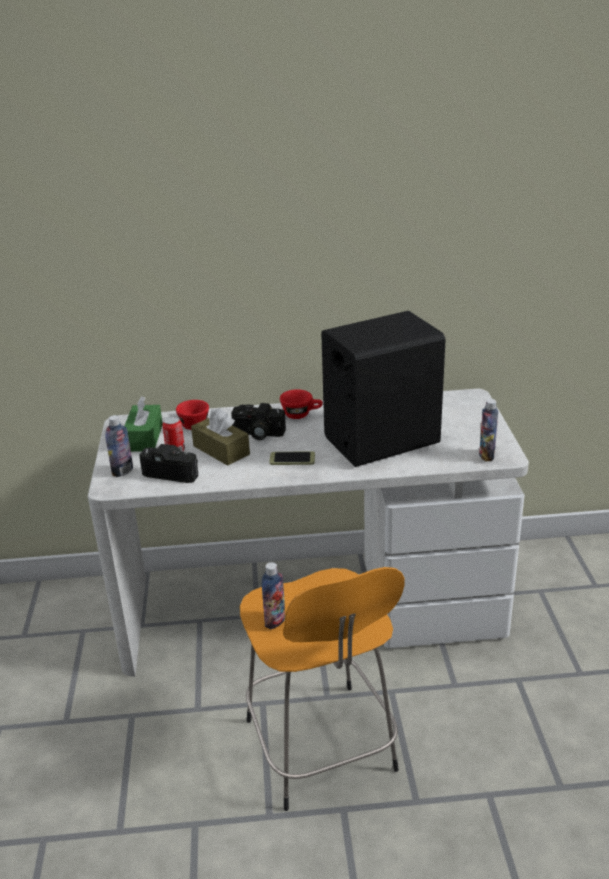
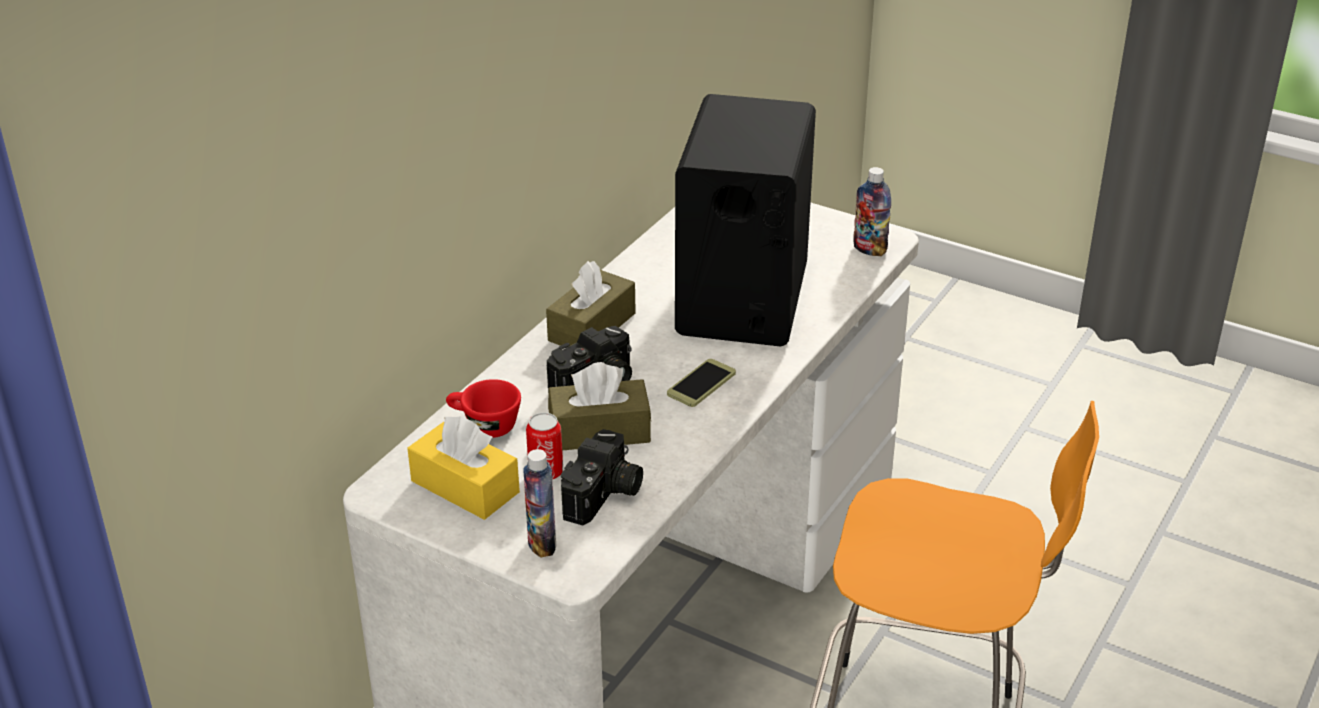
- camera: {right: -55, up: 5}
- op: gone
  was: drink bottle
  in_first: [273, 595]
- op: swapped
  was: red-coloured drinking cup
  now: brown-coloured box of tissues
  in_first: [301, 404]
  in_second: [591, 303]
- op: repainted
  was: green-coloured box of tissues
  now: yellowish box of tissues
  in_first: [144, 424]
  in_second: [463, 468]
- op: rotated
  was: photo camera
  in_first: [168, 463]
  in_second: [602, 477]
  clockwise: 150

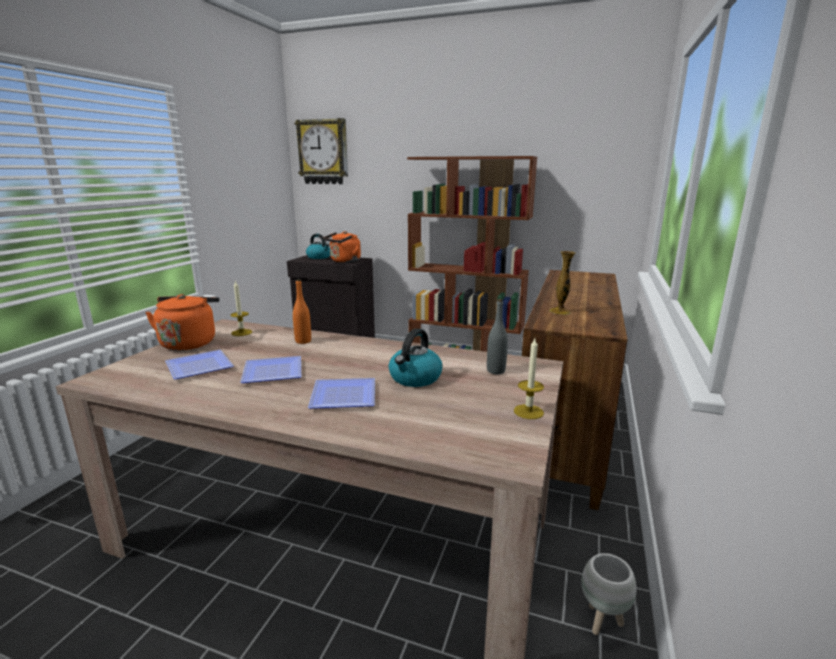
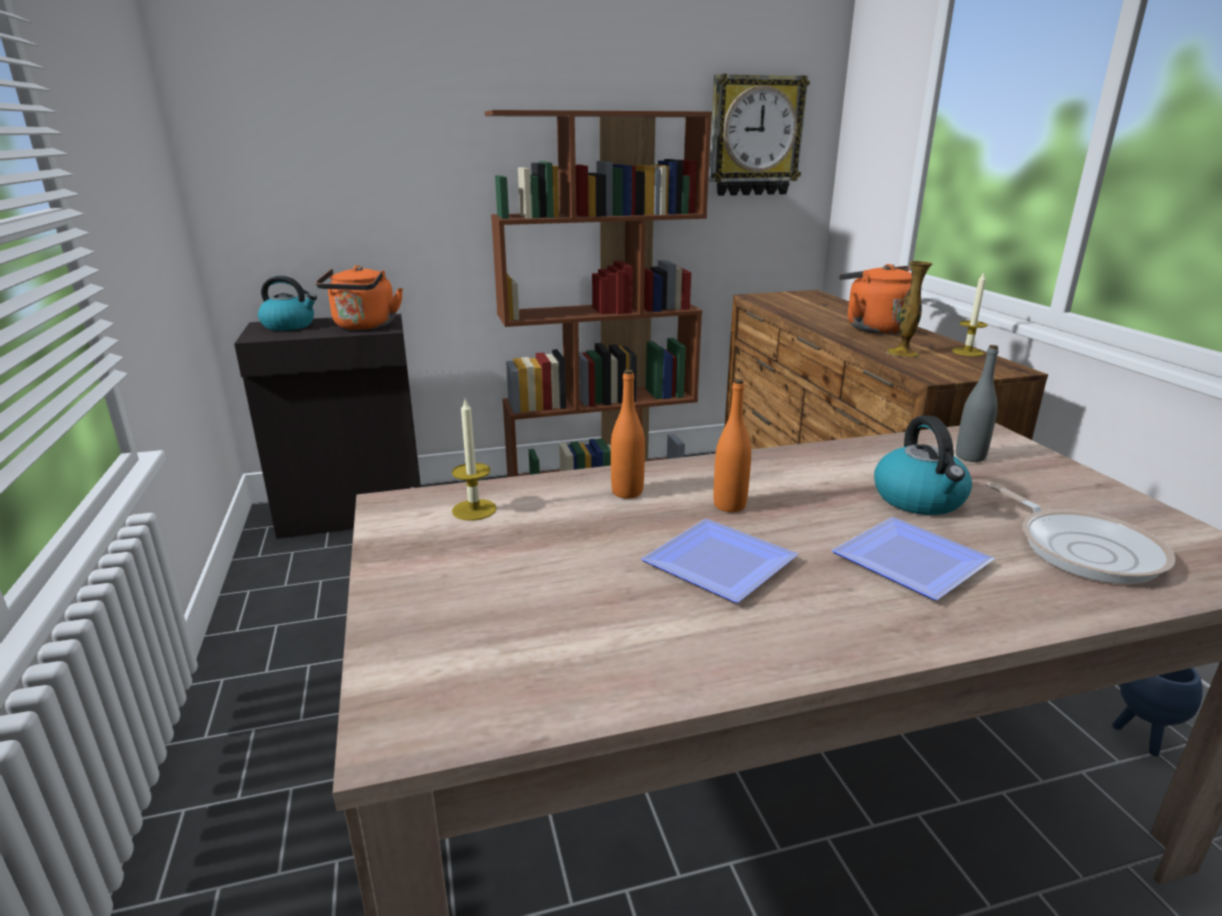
- camera: {right: -35, up: 5}
- op: gone
  was: dinner plate
  in_first: [199, 364]
- op: new
  now: orangey drink bottle
  in_second: [732, 445]
- op: new
  now: skillet
  in_second: [1080, 533]
- op: shifted
  was: orangey kettle
  in_first: [182, 322]
  in_second: [875, 299]
- op: shifted
  was: wall clock
  in_first: [321, 151]
  in_second: [759, 135]
- op: shifted
  was: wax candle
  in_first: [529, 378]
  in_second: [969, 314]
- op: repainted
  was: white plant pot
  now: blue-coloured plant pot
  in_first: [608, 594]
  in_second: [1157, 712]

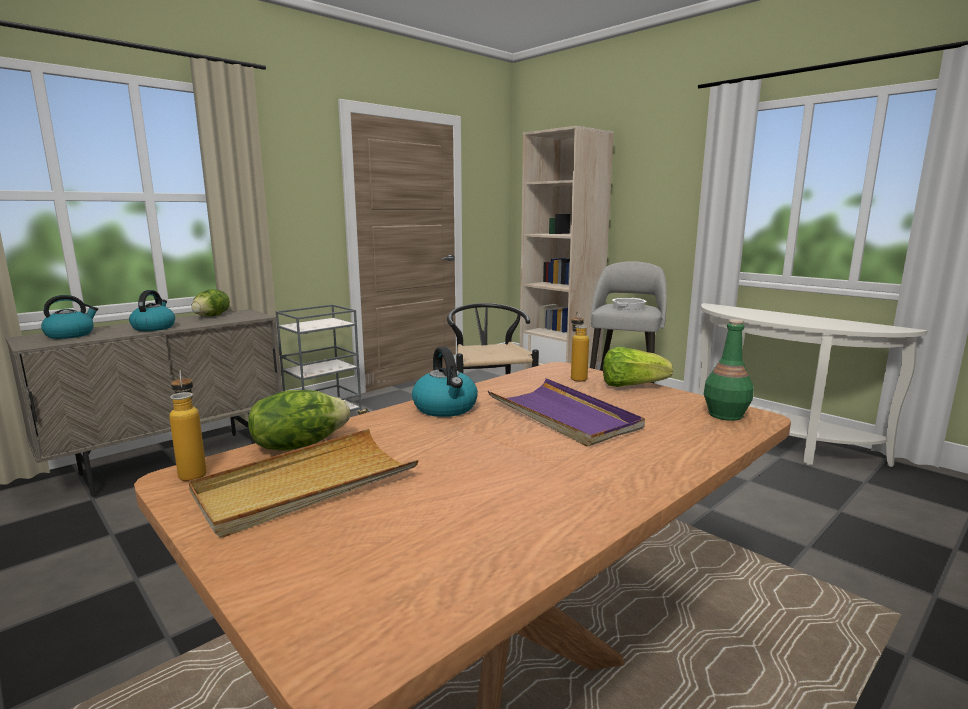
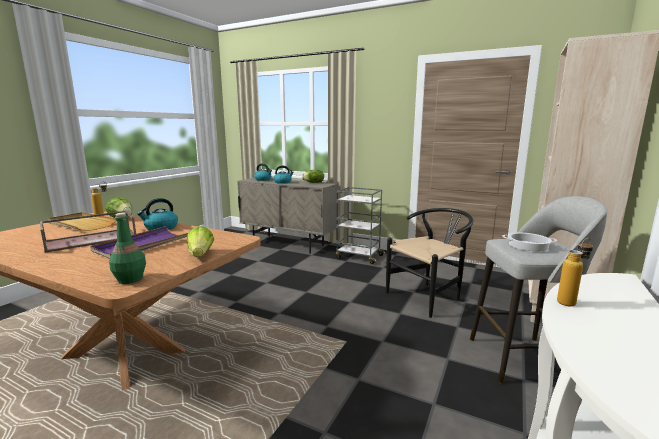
- camera: {right: 70, up: 0}
- op: new
  now: brown-coloured carrying tray
  in_second: [88, 232]
- op: shifted
  was: drink bottle
  in_first: [580, 346]
  in_second: [575, 272]

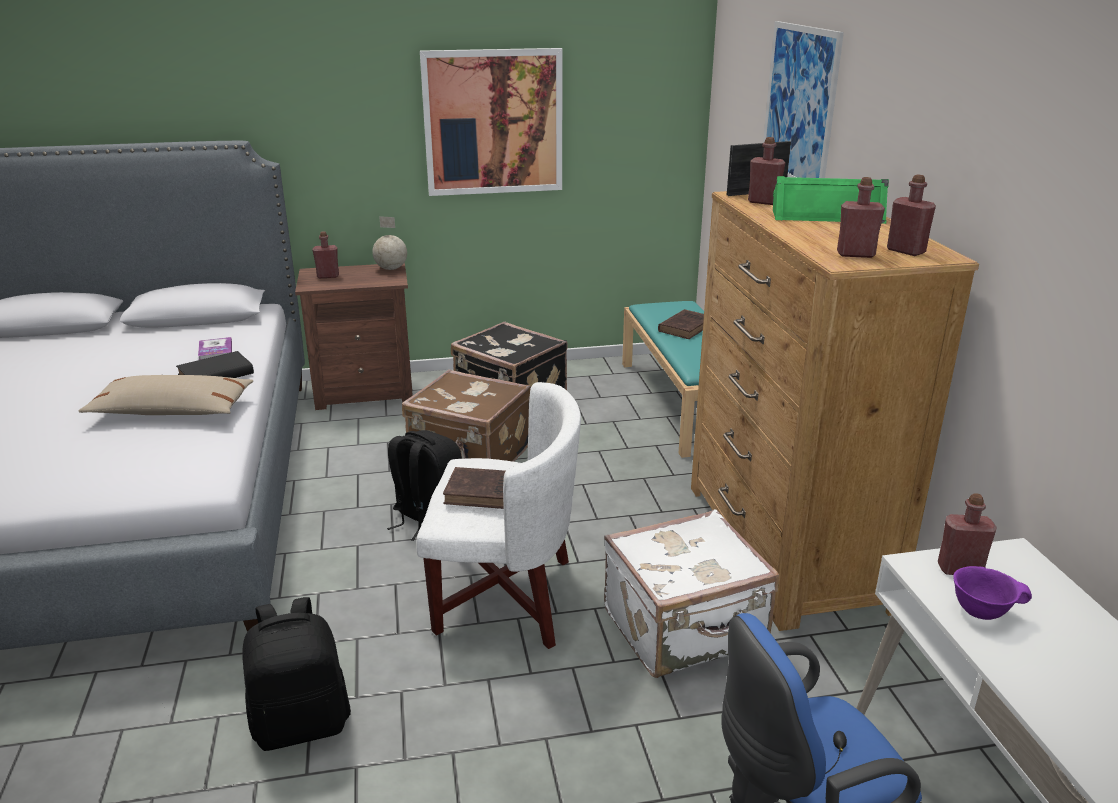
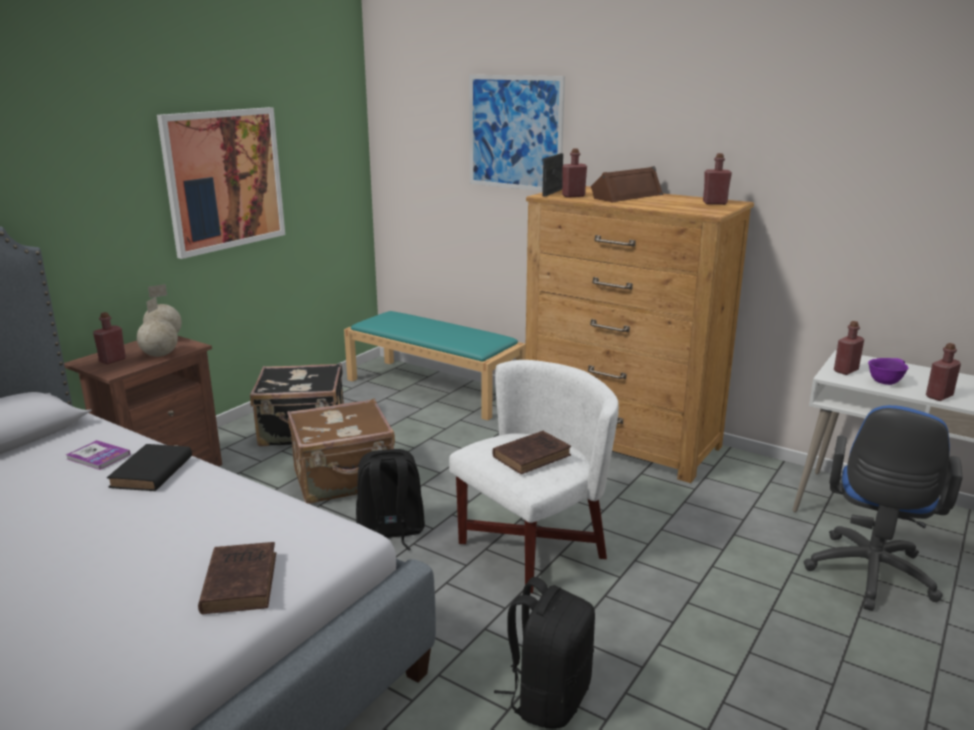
- camera: {right: -45, up: -5}
- op: gone
  was: beige pillow
  in_first: [166, 395]
- op: gone
  was: white piece of luggage
  in_first: [691, 593]
- op: new
  now: globe
  in_second: [157, 327]
- op: shifted
  was: brown-coloured bound book
  in_first: [681, 324]
  in_second: [237, 578]
- op: shifted
  was: red-coloured drink bottle
  in_first: [861, 217]
  in_second: [943, 372]
- op: repainted
  was: green-coloured speaker
  now: brown-coloured speaker
  in_first: [831, 200]
  in_second: [627, 184]

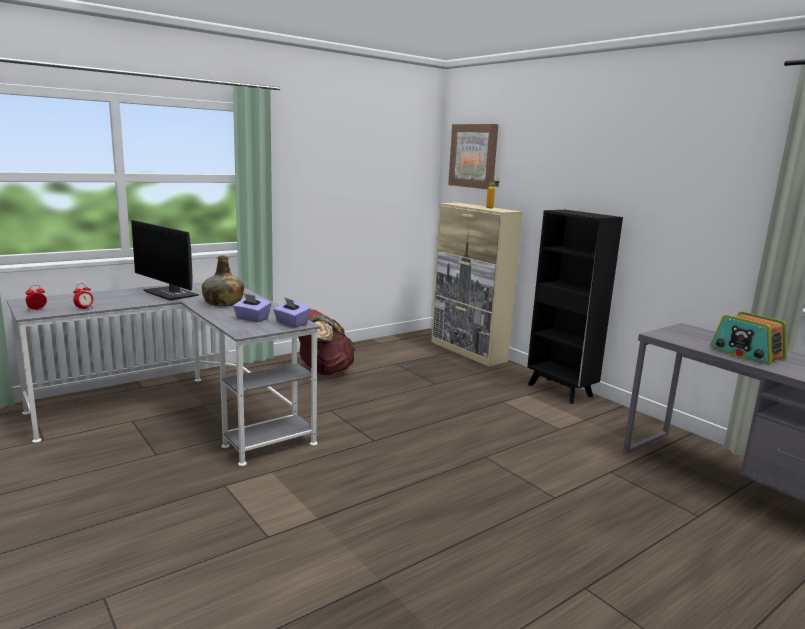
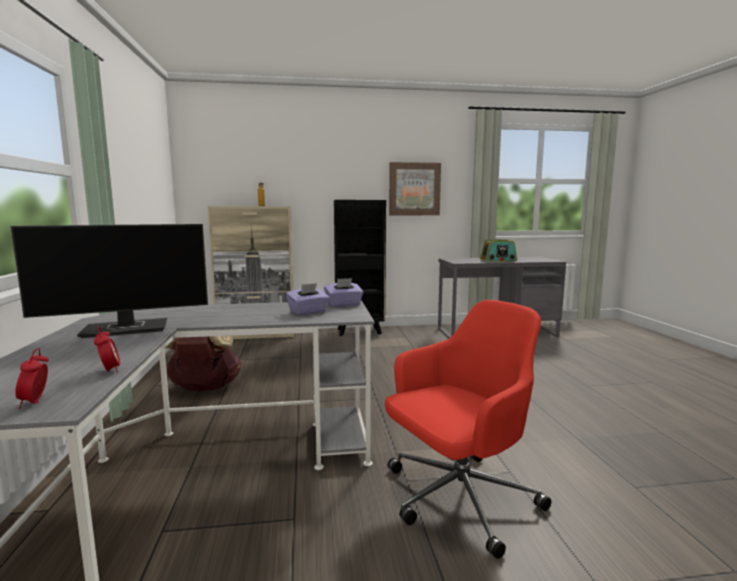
- camera: {right: -60, up: -5}
- op: gone
  was: green-coloured drink bottle
  in_first: [223, 280]
- op: new
  now: red-coloured office chair
  in_second: [468, 429]
- op: shifted
  was: picture
  in_first: [473, 156]
  in_second: [415, 188]

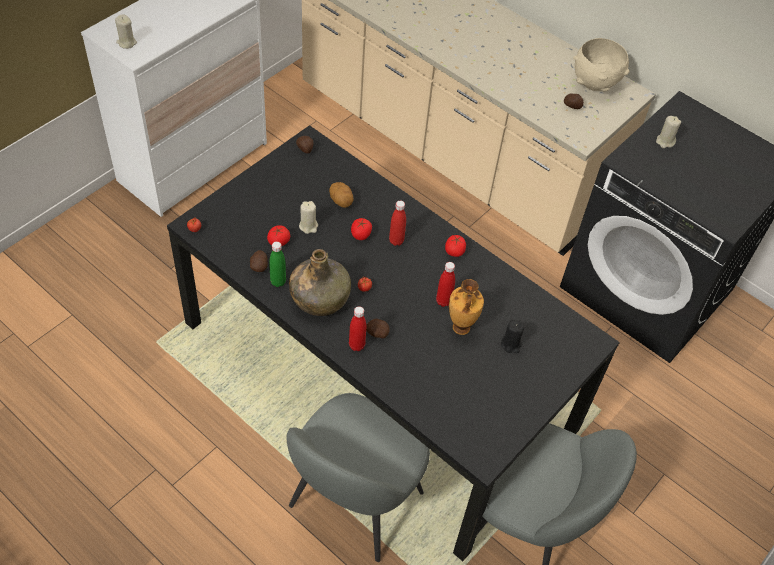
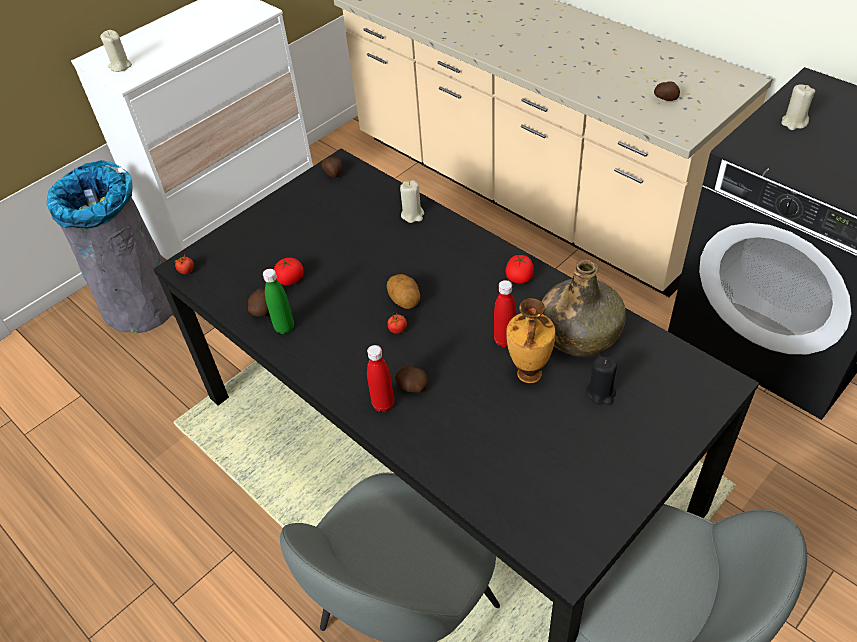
- camera: {right: 10, up: -5}
- op: gone
  was: whole tomato
  in_first: [361, 229]
- op: gone
  was: red-coloured drink bottle
  in_first: [397, 223]
- op: gone
  was: beige bowl
  in_first: [601, 64]
- op: new
  now: greyish waste bin
  in_second: [109, 246]
- op: shifted
  was: green-coloured drink bottle
  in_first: [320, 282]
  in_second: [584, 308]
- op: shifted
  was: beige wax candle
  in_first: [308, 217]
  in_second: [412, 201]
- op: shifted
  was: potato
  in_first: [341, 195]
  in_second: [403, 291]

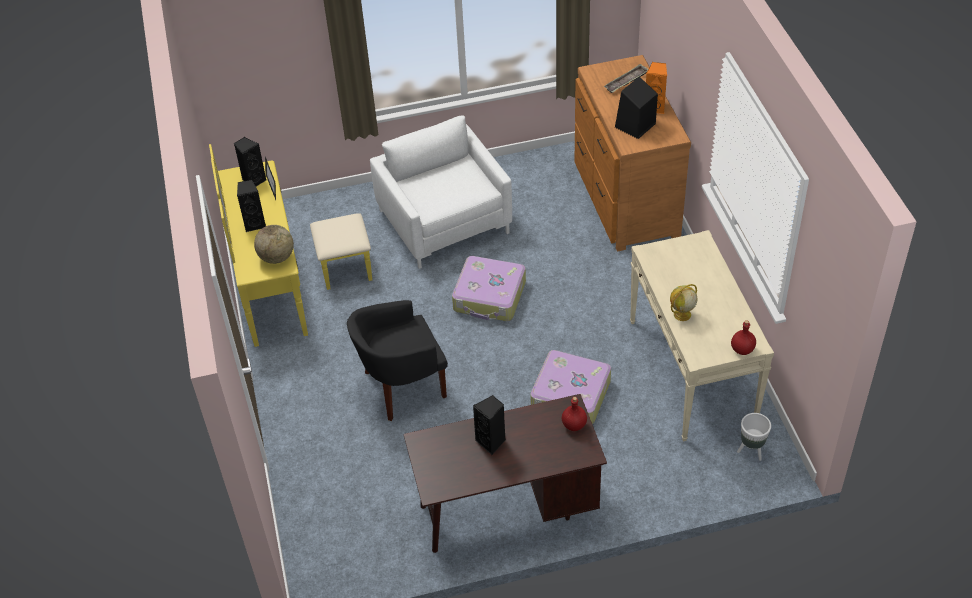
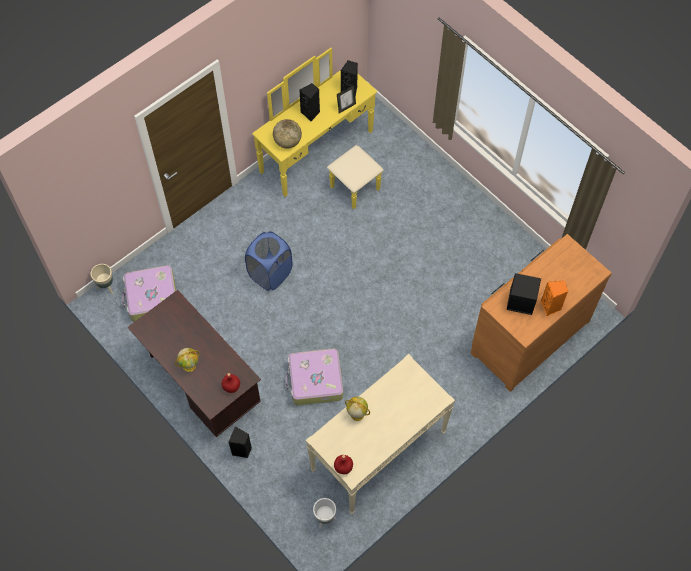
- camera: {right: 60, up: 15}
- op: gone
  was: white armchair
  in_first: [441, 192]
- op: gone
  was: carrying tray
  in_first: [626, 78]
- op: new
  now: beige plant pot
  in_second: [102, 279]
- op: new
  now: globe
  in_second: [187, 360]
- op: shifted
  was: piece of luggage
  in_first: [489, 288]
  in_second: [149, 293]
- op: shifted
  was: black-coloured speaker
  in_first: [489, 425]
  in_second: [240, 442]
- op: swapped
  was: black-coloured armchair
  now: blue-coloured hamper
  in_first: [397, 360]
  in_second: [269, 261]

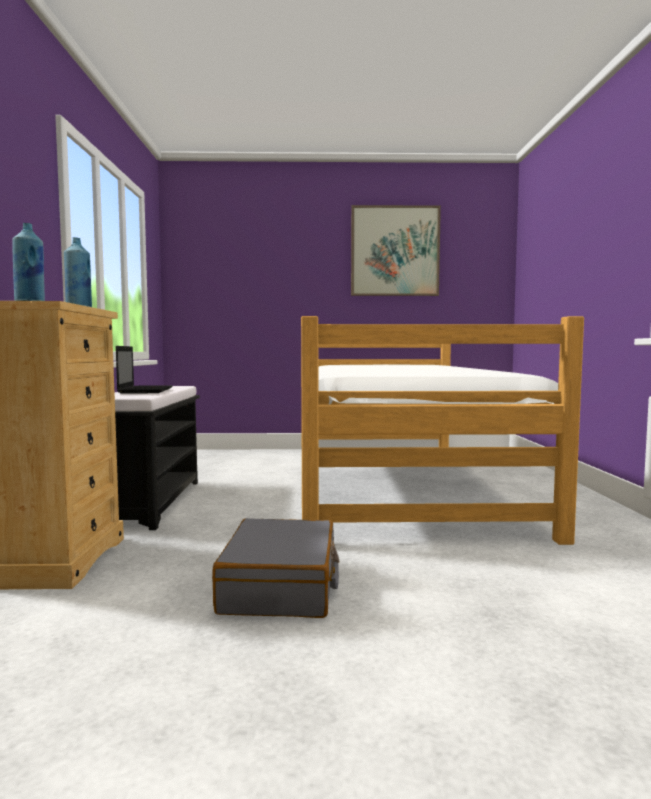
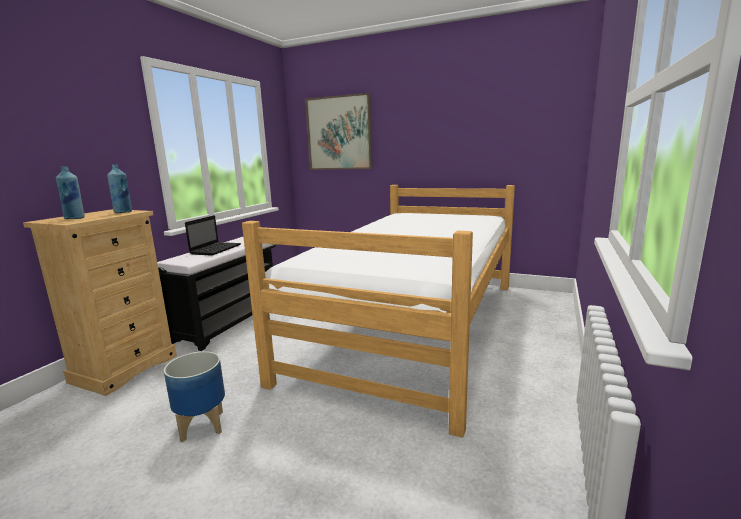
- camera: {right: 25, up: 10}
- op: shifted
  was: picture
  in_first: [396, 250]
  in_second: [338, 131]
- op: swapped
  was: greyish piece of luggage
  now: plant pot
  in_first: [275, 568]
  in_second: [194, 396]

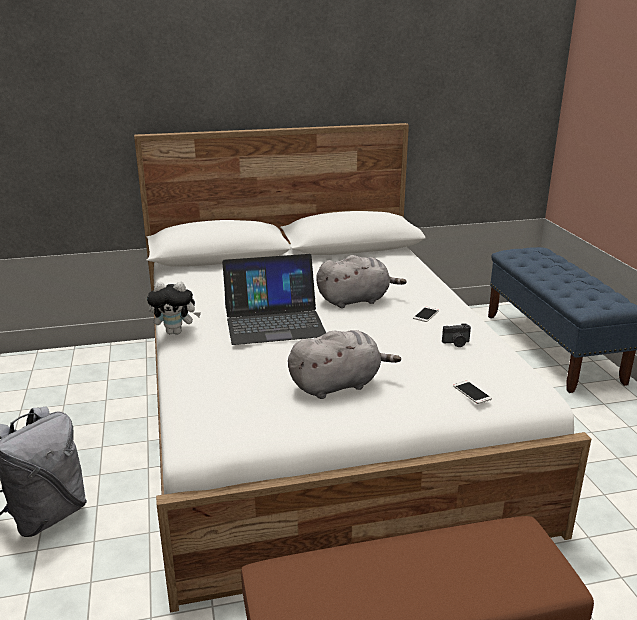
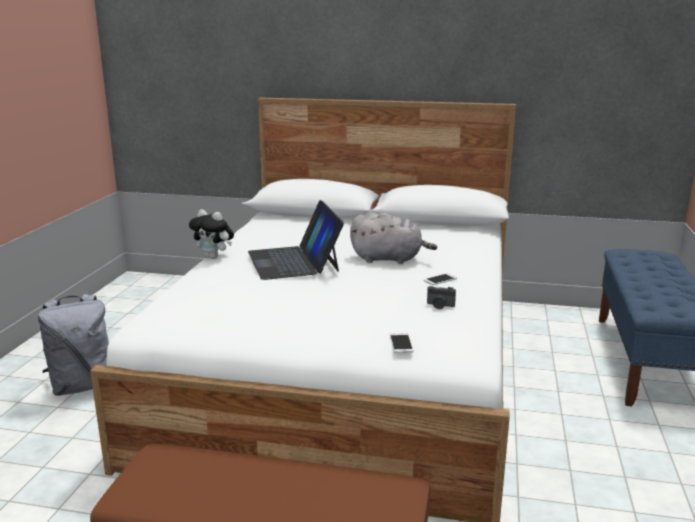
- camera: {right: 25, up: -5}
- op: gone
  was: greyish cuddly toy
  in_first: [344, 364]
- op: rotated
  was: portable computer
  in_first: [274, 299]
  in_second: [296, 240]
  clockwise: 60

